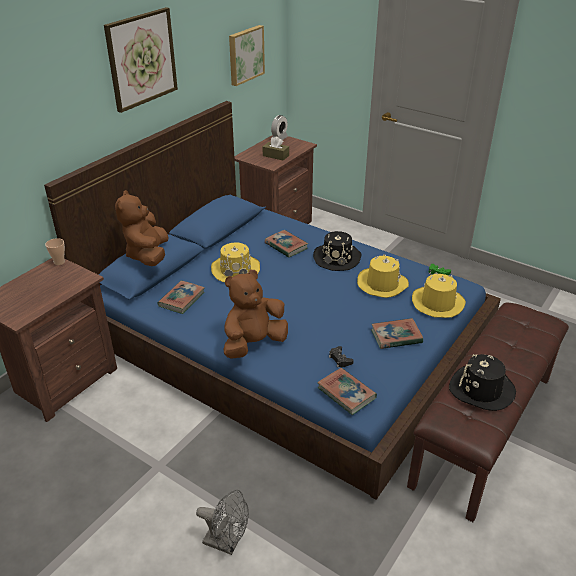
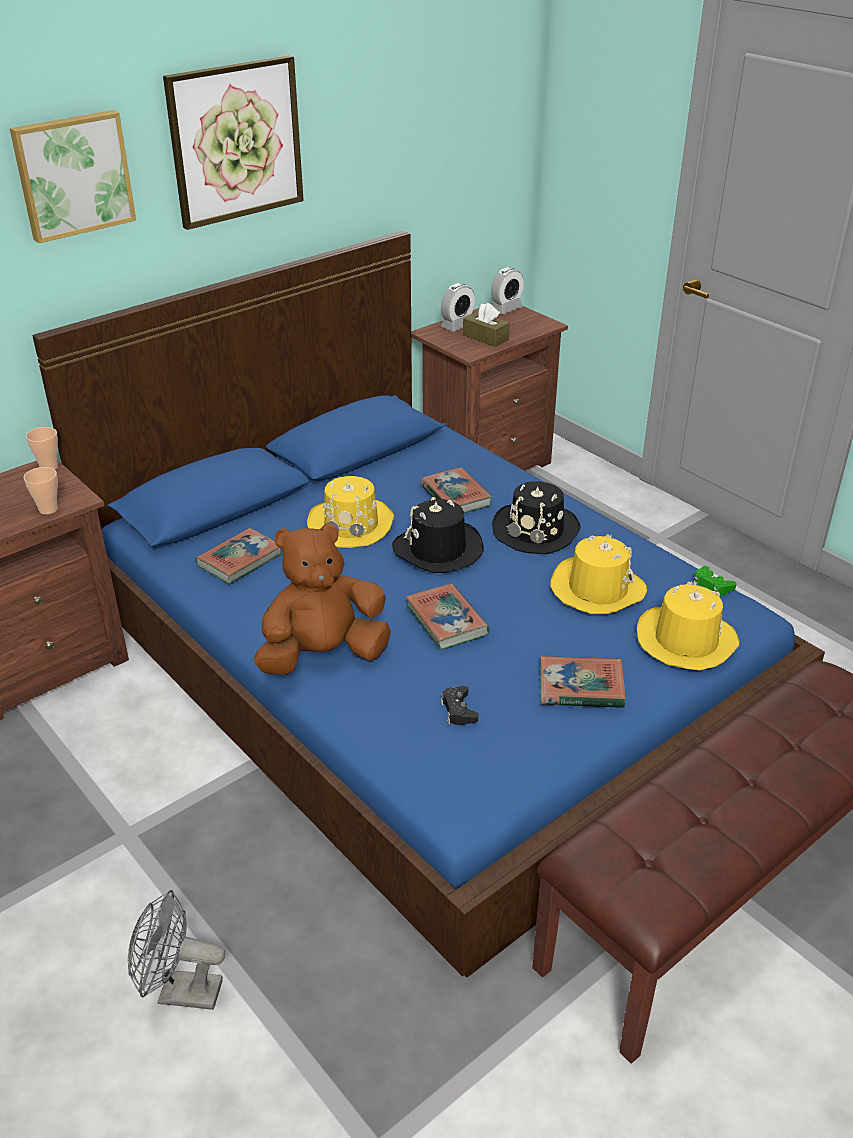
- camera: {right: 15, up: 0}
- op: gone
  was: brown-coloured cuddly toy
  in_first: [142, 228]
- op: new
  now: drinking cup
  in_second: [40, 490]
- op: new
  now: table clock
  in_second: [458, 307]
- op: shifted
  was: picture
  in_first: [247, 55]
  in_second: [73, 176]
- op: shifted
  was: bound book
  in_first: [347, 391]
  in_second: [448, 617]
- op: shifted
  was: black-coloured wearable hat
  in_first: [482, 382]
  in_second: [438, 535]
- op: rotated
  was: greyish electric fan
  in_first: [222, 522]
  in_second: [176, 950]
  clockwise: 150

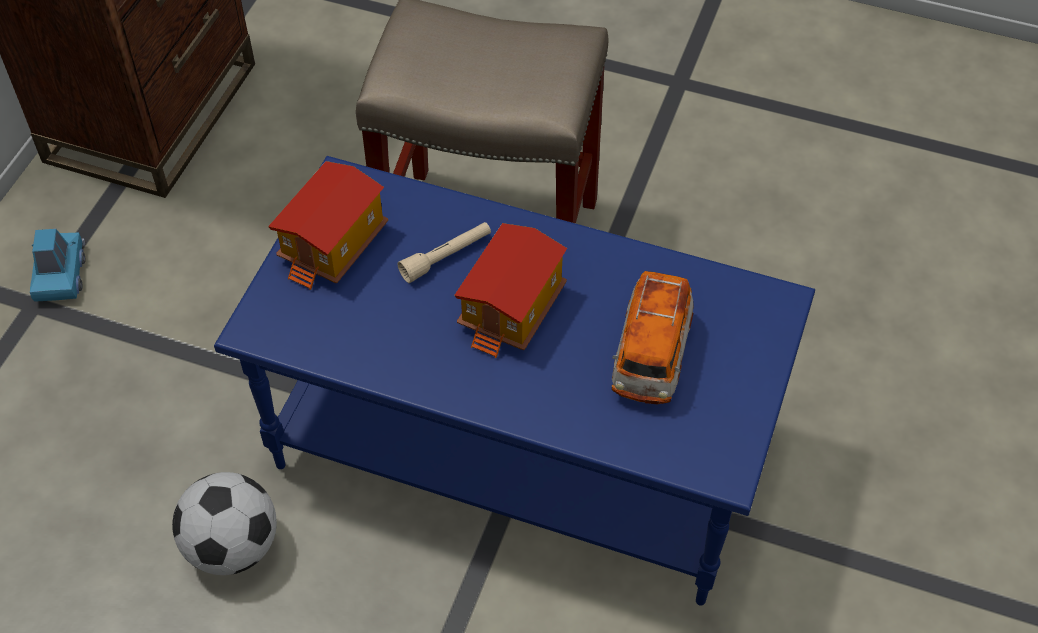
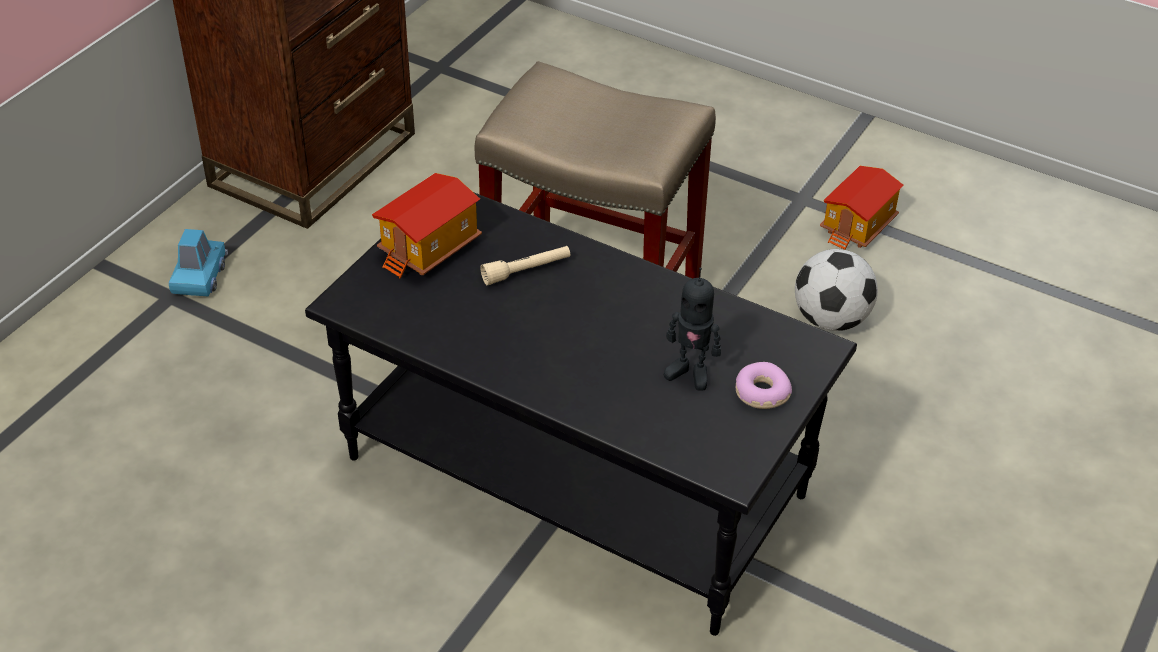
- camera: {right: 10, up: -10}
- op: new
  now: ring doughnut
  in_second: [764, 385]
- op: shifted
  was: ball for football
  in_first: [224, 523]
  in_second: [836, 290]
- op: shifted
  was: toy house
  in_first: [510, 290]
  in_second: [862, 208]
- op: swapped
  was: toy car
  now: toy robot
  in_first: [653, 338]
  in_second: [692, 329]
- op: repainted
  was: blue-coloured coffee table
  now: black-coloured coffee table
  in_first: [514, 380]
  in_second: [581, 414]

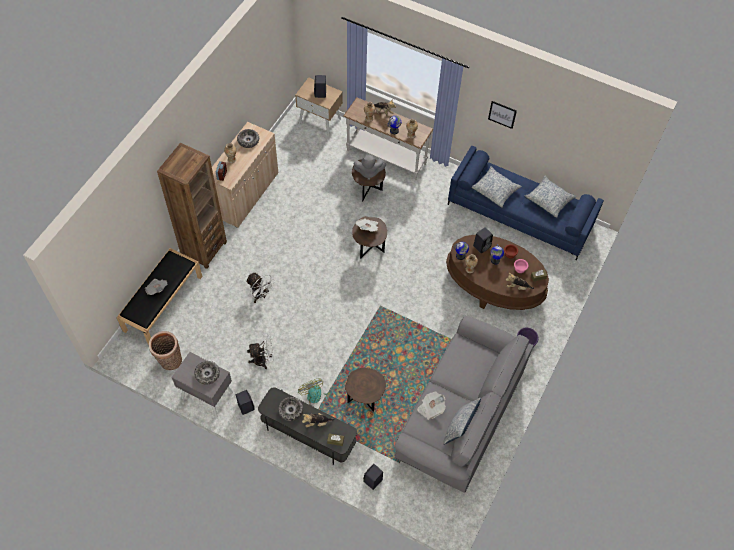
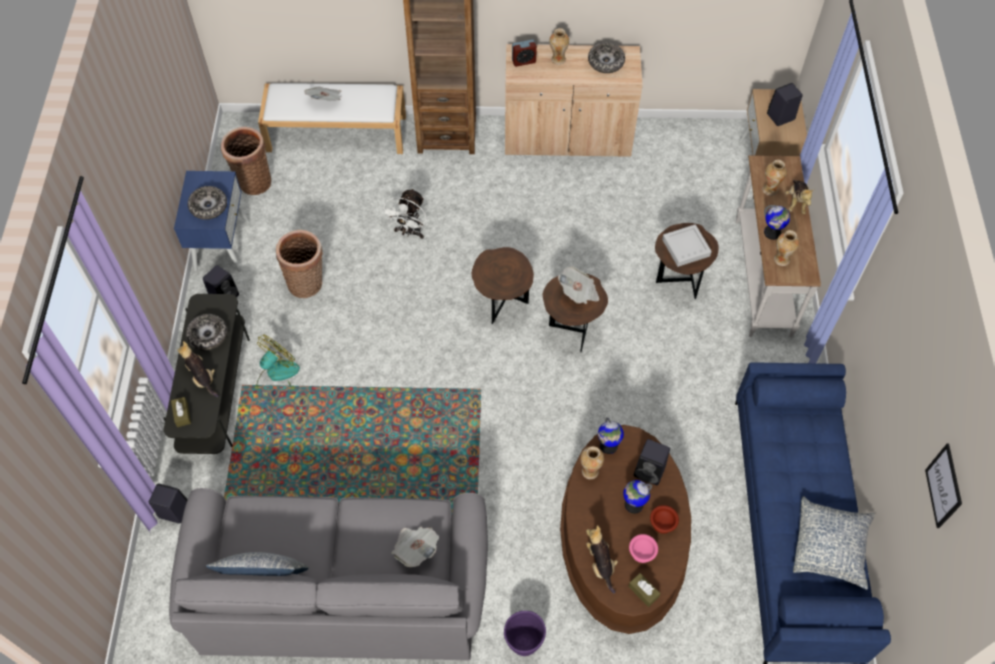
- camera: {right: 65, up: 0}
- op: gone
  was: pillow
  in_first: [497, 187]
- op: shifted
  was: brown-coloured end table
  in_first: [365, 390]
  in_second: [502, 285]
- op: shifted
  was: daily paper
  in_first: [431, 405]
  in_second: [415, 547]
- op: shifted
  was: picture
  in_first: [502, 115]
  in_second: [943, 486]
- op: swapped
  was: white electric fan
  now: basket
  in_first: [260, 351]
  in_second: [299, 264]
- op: swapped
  was: greyish cuddly toy
  now: greyish carrying tray
  in_first: [369, 167]
  in_second: [687, 245]
- op: repainted
  was: black-coloured indoor bench
  now: white indoor bench
  in_first: [159, 296]
  in_second: [332, 118]
- op: repainted
  was: greyish night table
  now: blue-coloured night table
  in_first: [202, 384]
  in_second: [212, 221]

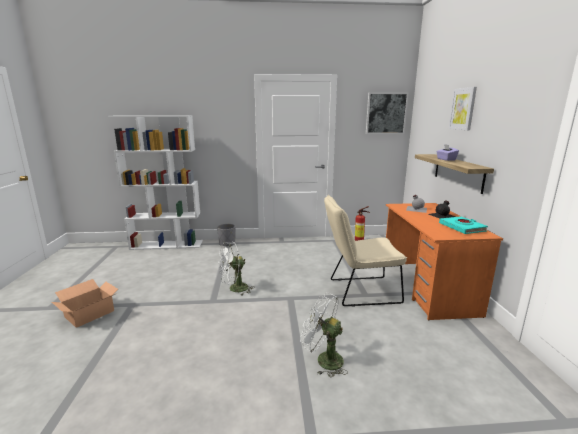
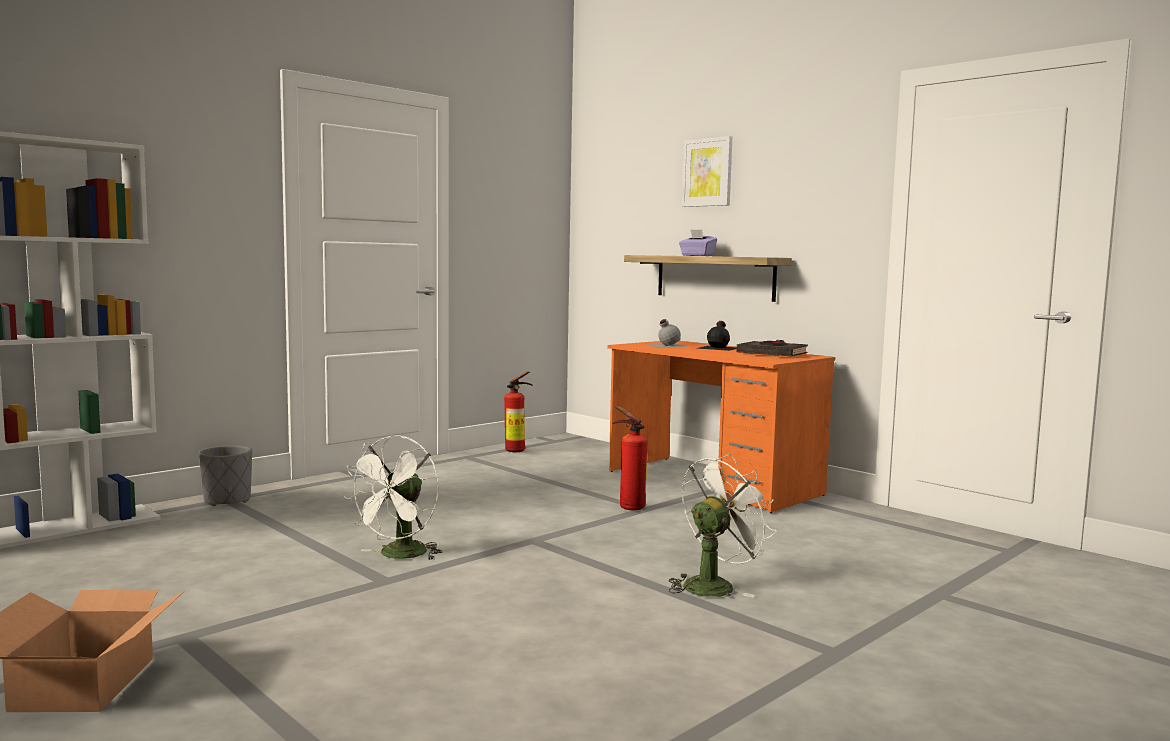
- camera: {right: -40, up: -10}
- op: gone
  was: picture
  in_first: [387, 113]
- op: swapped
  was: beige upright chair
  now: fire extinguisher
  in_first: [365, 251]
  in_second: [630, 458]
- op: repainted
  was: blue-green bound book
  now: black-coloured bound book
  in_first: [463, 225]
  in_second: [772, 348]
- op: rotated
  was: white electric fan
  in_first: [324, 335]
  in_second: [722, 525]
  clockwise: 150

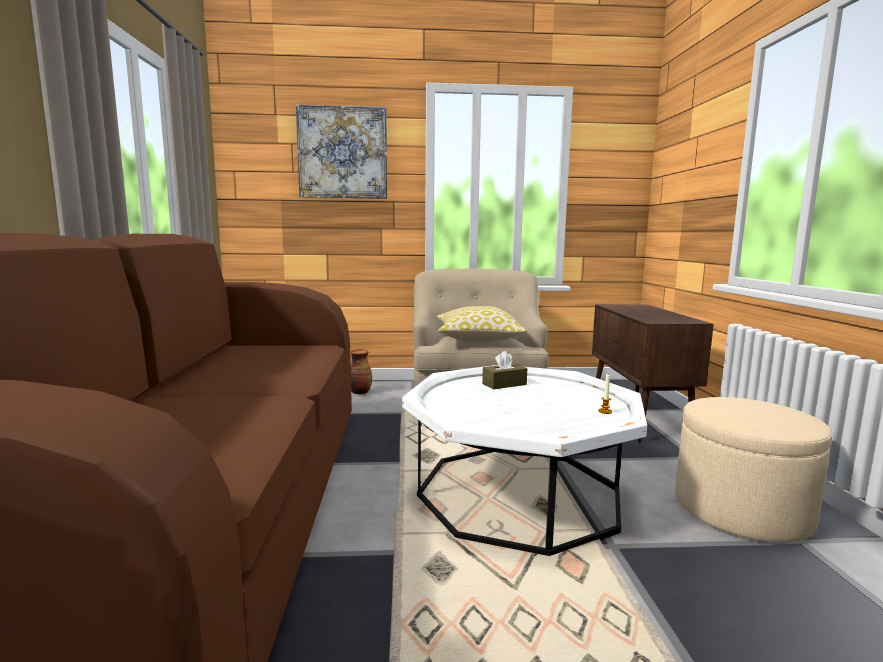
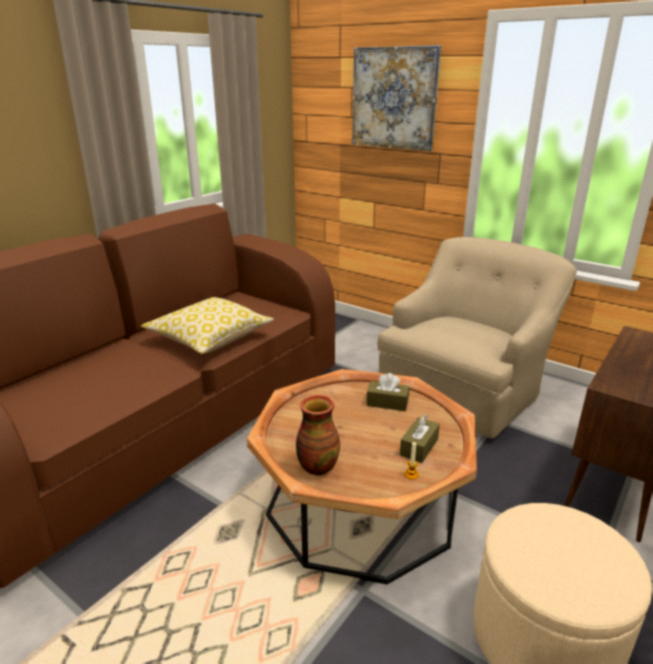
- camera: {right: 40, up: 15}
- op: new
  now: brown-coloured box of tissues
  in_second: [420, 438]
- op: shifted
  was: vase
  in_first: [361, 372]
  in_second: [318, 435]
- op: shifted
  was: pillow
  in_first: [482, 324]
  in_second: [207, 325]
- op: repainted
  was: white coffee table
  now: brown-coloured coffee table
  in_first: [524, 460]
  in_second: [362, 476]

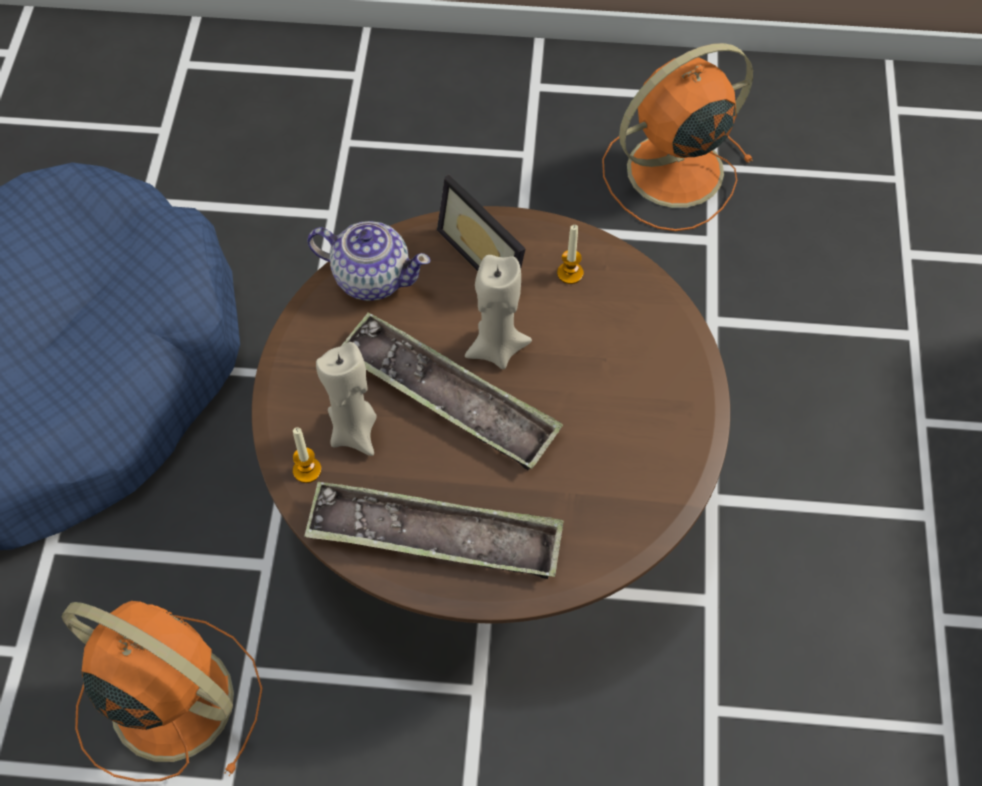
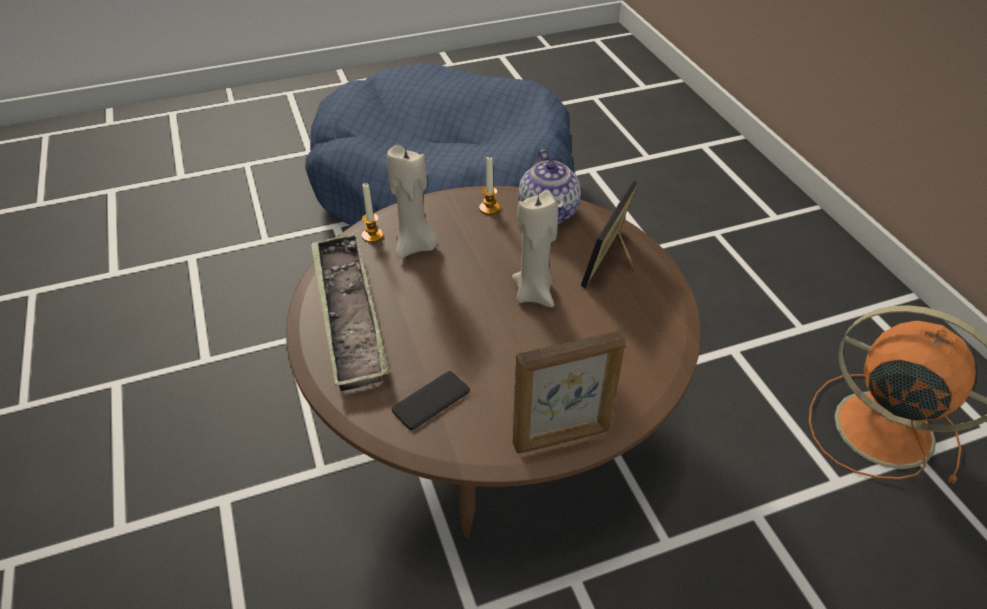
- camera: {right: 65, up: -15}
- op: gone
  was: orangey electric fan
  in_first: [162, 691]
- op: gone
  was: carrying tray
  in_first: [452, 391]
- op: new
  now: phone
  in_second: [431, 400]
- op: new
  now: photo frame
  in_second: [569, 392]
- op: shifted
  was: wax candle
  in_first: [570, 254]
  in_second: [489, 185]

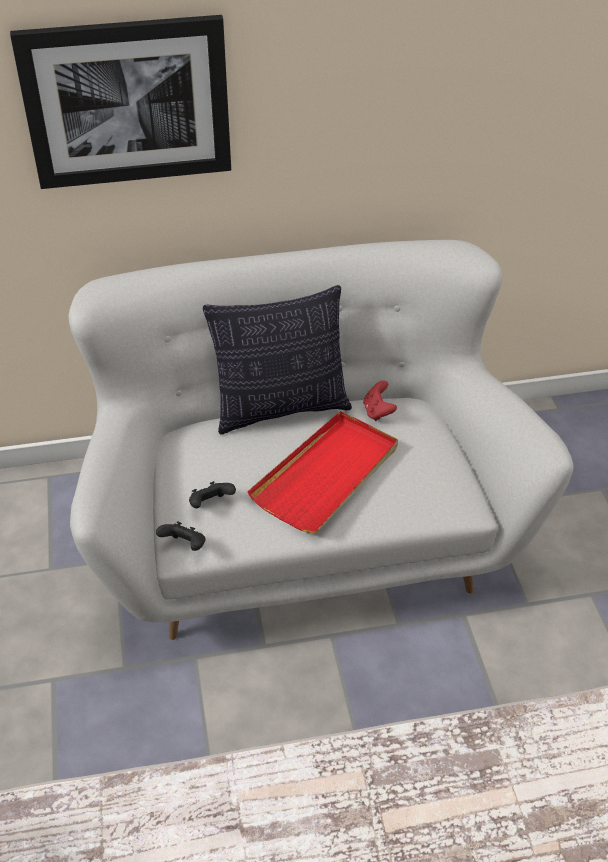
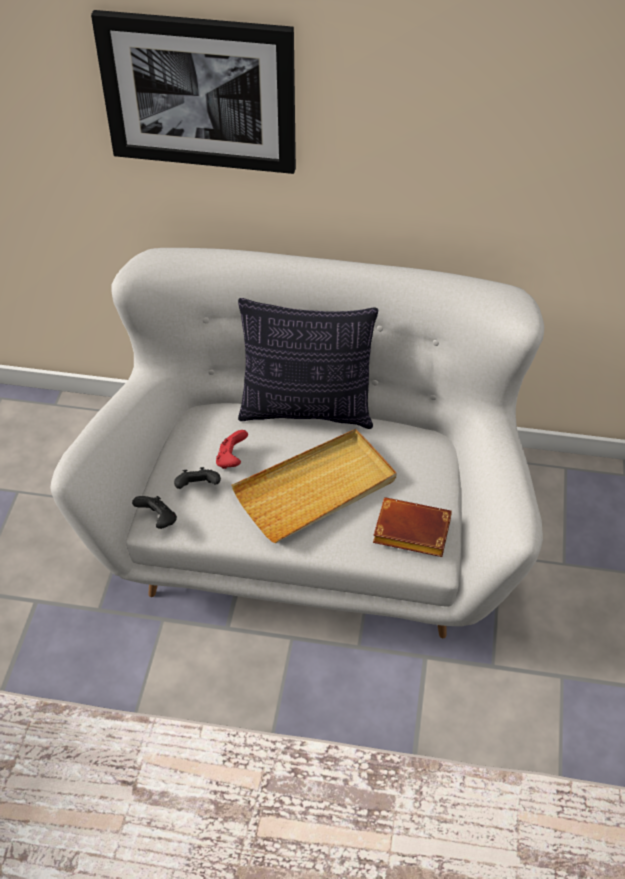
- camera: {right: 20, up: 5}
- op: new
  now: brown-coloured bound book
  in_second: [412, 527]
- op: shifted
  was: red-coloured joypad
  in_first: [380, 401]
  in_second: [232, 449]
- op: repainted
  was: red-coloured carrying tray
  now: beige carrying tray
  in_first: [322, 472]
  in_second: [314, 486]

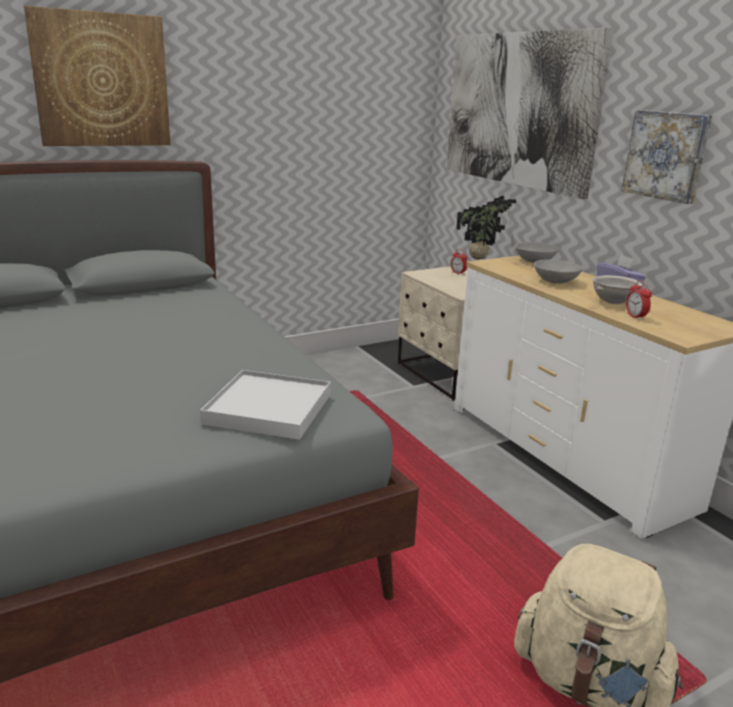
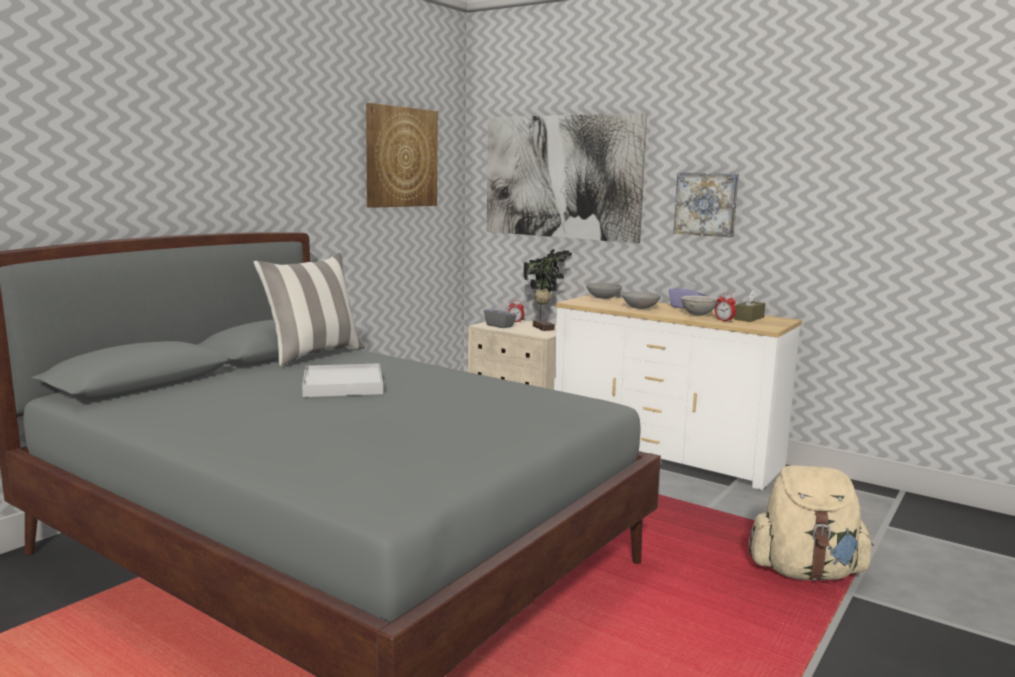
- camera: {right: -25, up: -10}
- op: new
  now: pillow
  in_second: [309, 310]
- op: new
  now: greyish box of tissues
  in_second: [500, 315]
- op: new
  now: brown-coloured box of tissues
  in_second: [750, 306]
- op: shifted
  was: picture
  in_first: [97, 76]
  in_second: [402, 155]
- op: shifted
  was: white carrying tray
  in_first: [265, 405]
  in_second: [342, 380]

